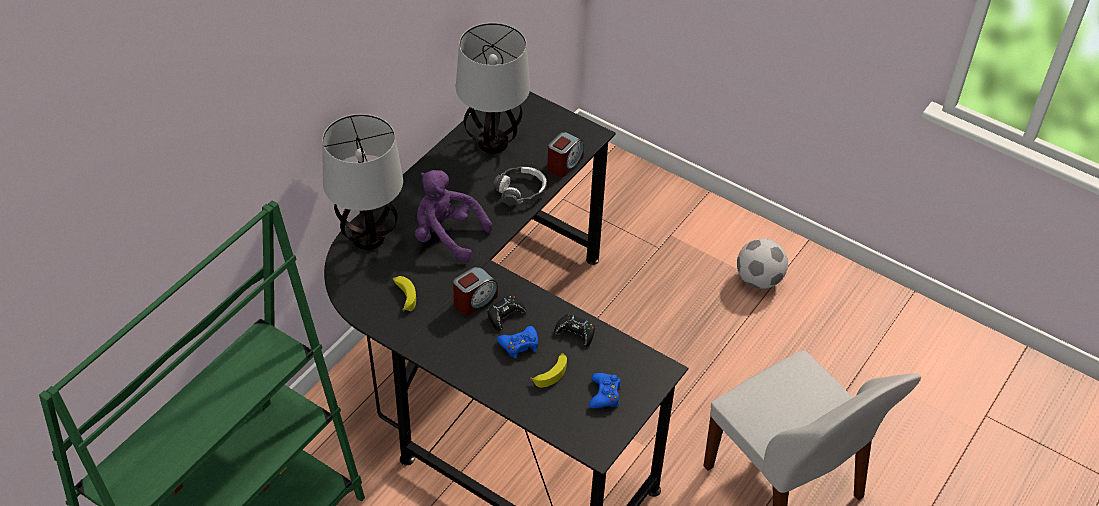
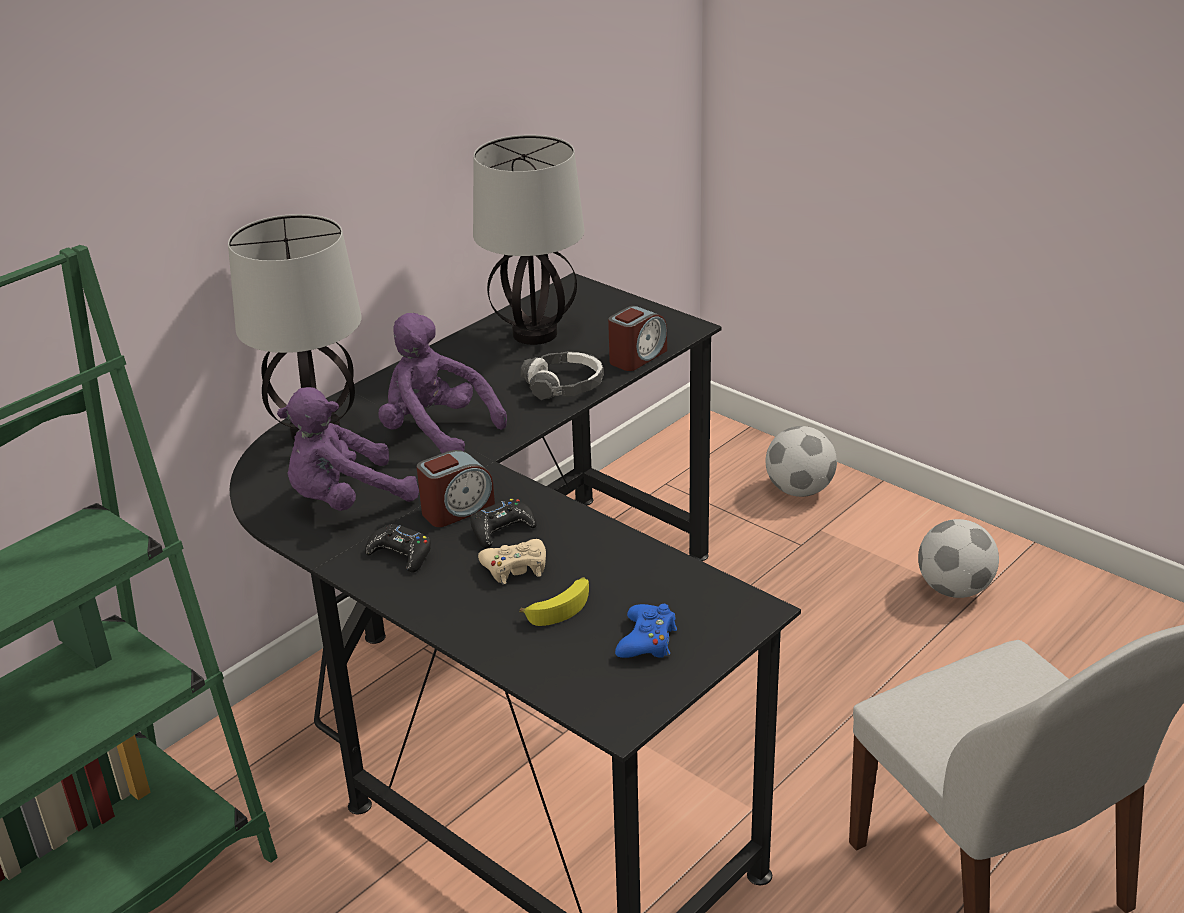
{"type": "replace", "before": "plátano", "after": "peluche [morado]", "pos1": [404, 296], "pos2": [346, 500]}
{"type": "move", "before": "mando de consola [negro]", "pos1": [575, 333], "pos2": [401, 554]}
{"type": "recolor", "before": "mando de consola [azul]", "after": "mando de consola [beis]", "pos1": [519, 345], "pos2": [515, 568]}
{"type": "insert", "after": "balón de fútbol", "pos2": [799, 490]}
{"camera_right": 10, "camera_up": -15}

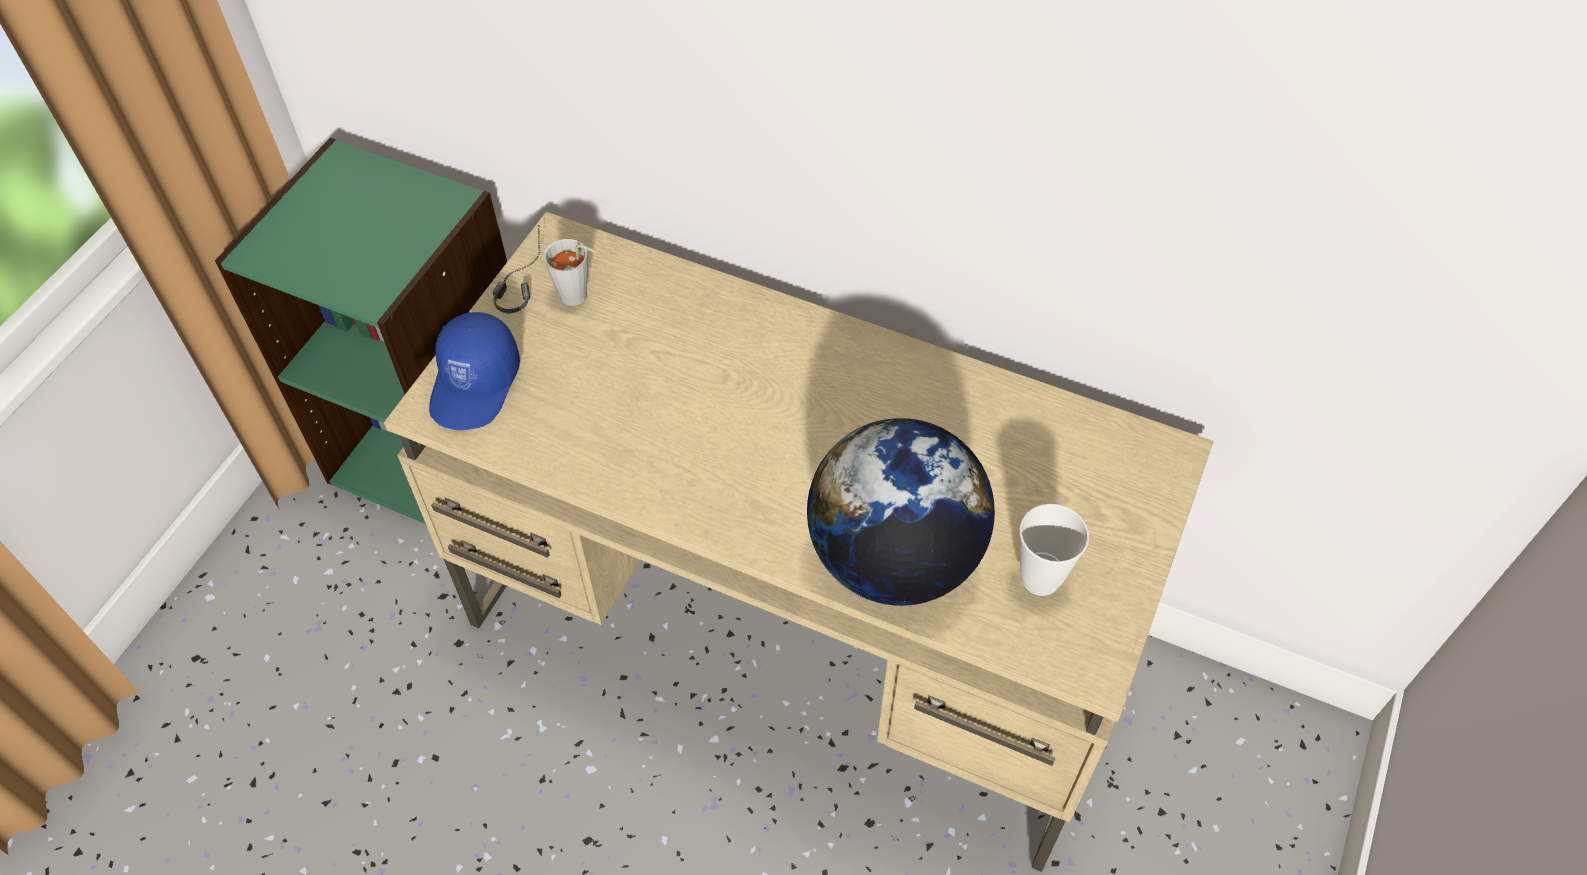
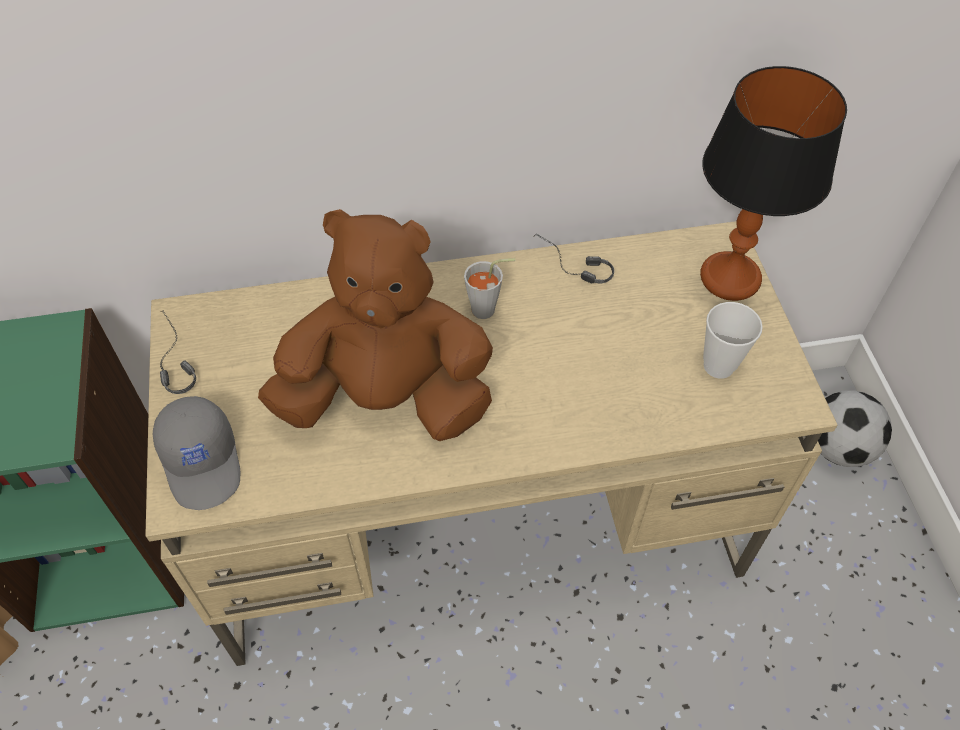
{"type": "move", "before": "taza [gris]", "pos1": [578, 298], "pos2": [489, 309]}
{"type": "recolor", "before": "gorra [azul]", "after": "gorra [gris]", "pos1": [476, 385], "pos2": [203, 461]}
{"type": "delete", "before": "globo terráqueo", "pos1": [894, 559]}
{"type": "insert", "after": "lámpara de mesa", "pos2": [730, 278]}
{"type": "insert", "after": "peluche [marrón]", "pos2": [387, 399]}
{"type": "insert", "after": "auriculares", "pos2": [570, 268]}
{"type": "insert", "after": "balón de fútbol", "pos2": [838, 447]}
{"camera_right": -35, "camera_up": 0}

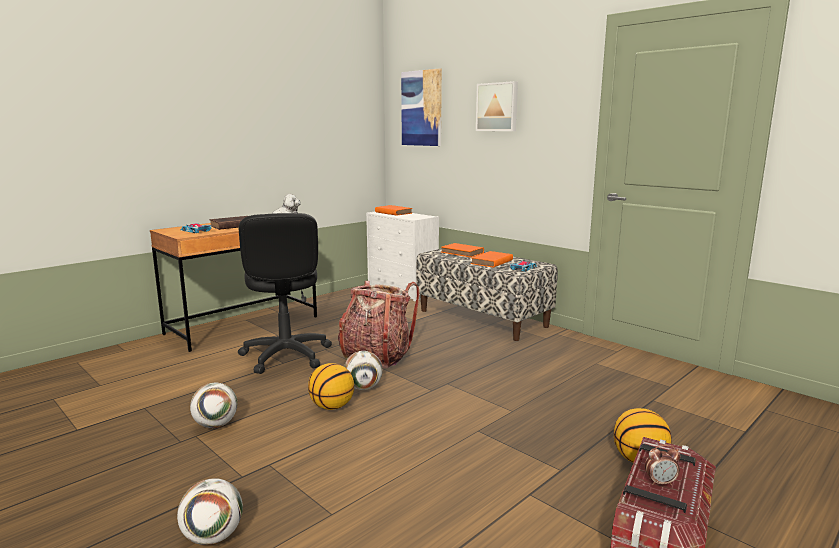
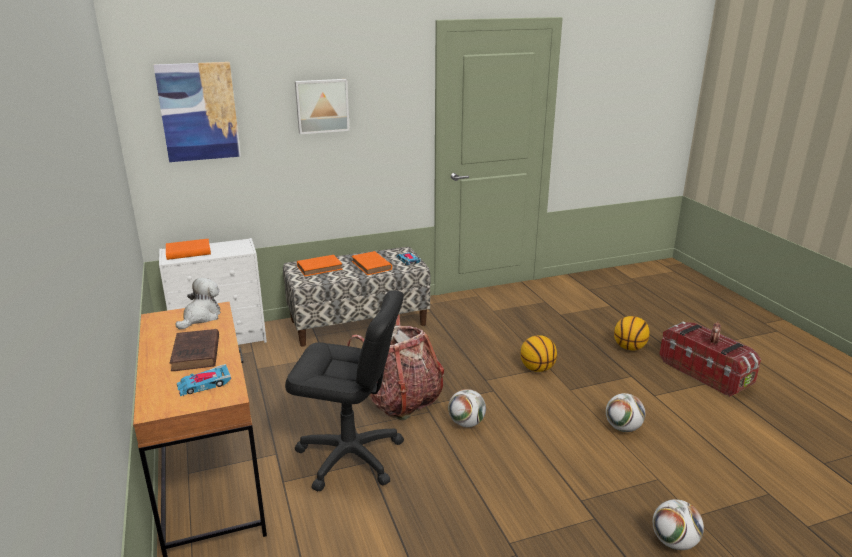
{"type": "move", "before": "balón de baloncesto", "pos1": [332, 406], "pos2": [537, 368]}
{"type": "move", "before": "balón de fútbol", "pos1": [215, 425], "pos2": [622, 428]}
{"camera_right": -65, "camera_up": 10}

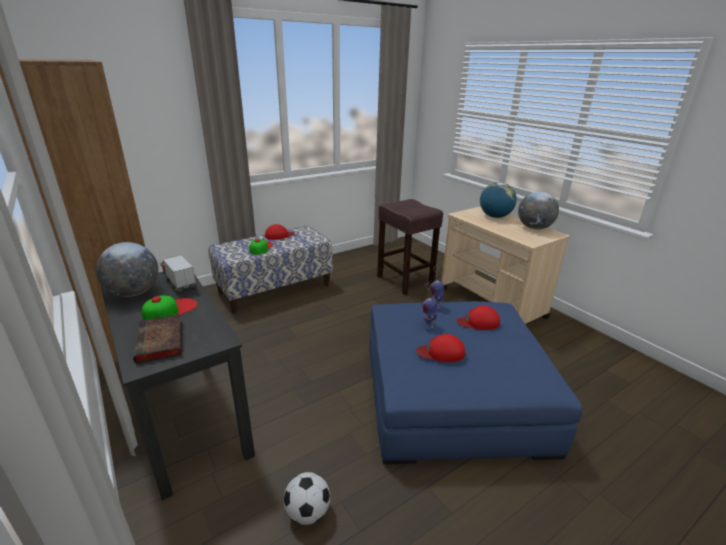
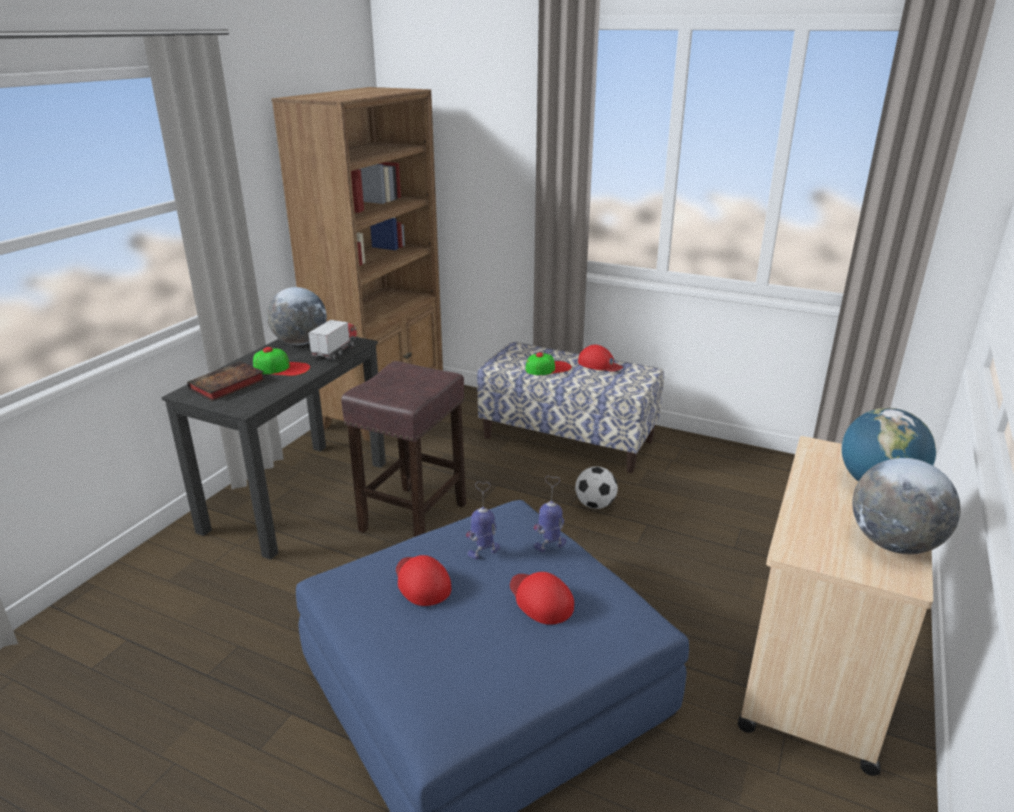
{"type": "move", "before": "taburete [marrón]", "pos1": [405, 281], "pos2": [412, 518]}
{"type": "move", "before": "balón de fútbol", "pos1": [308, 512], "pos2": [595, 505]}
{"camera_right": 60, "camera_up": 0}

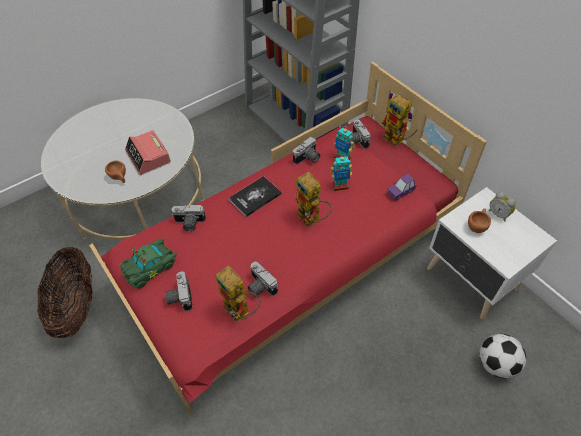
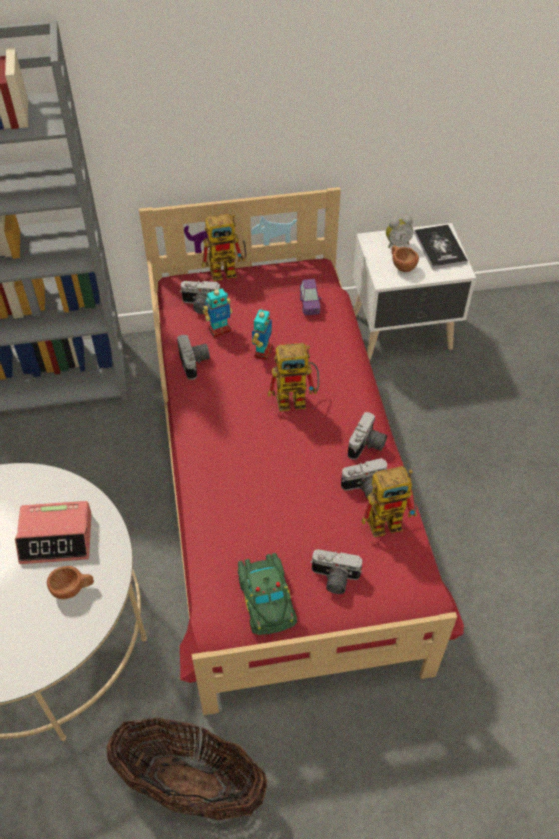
{"type": "move", "before": "libro", "pos1": [255, 197], "pos2": [440, 248]}
{"type": "move", "before": "cámara", "pos1": [189, 223], "pos2": [367, 446]}
{"type": "delete", "before": "balón de fútbol", "pos1": [496, 364]}
{"camera_right": -65, "camera_up": 0}

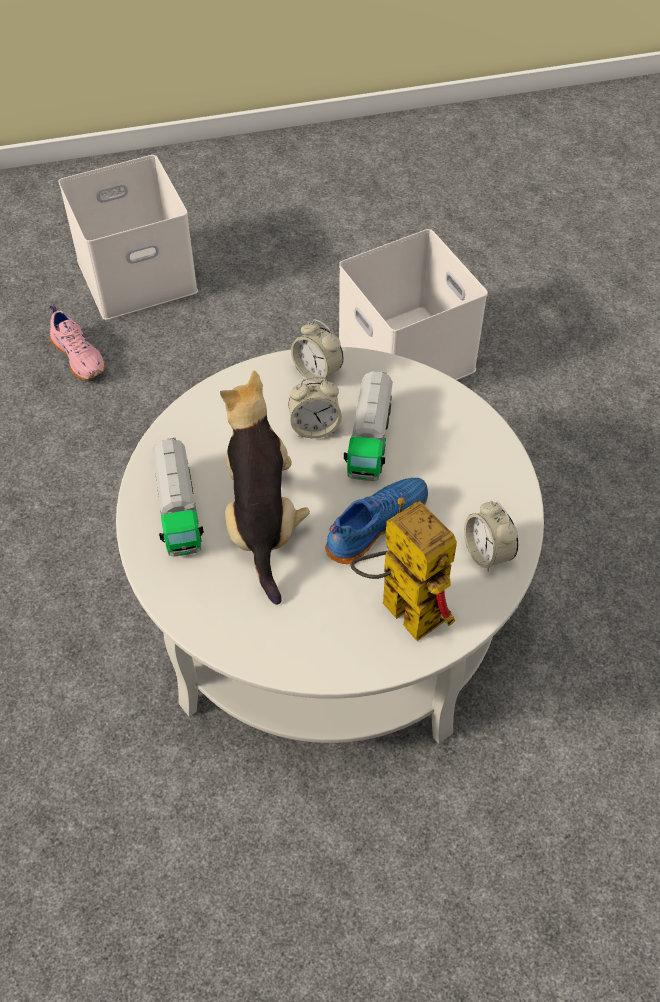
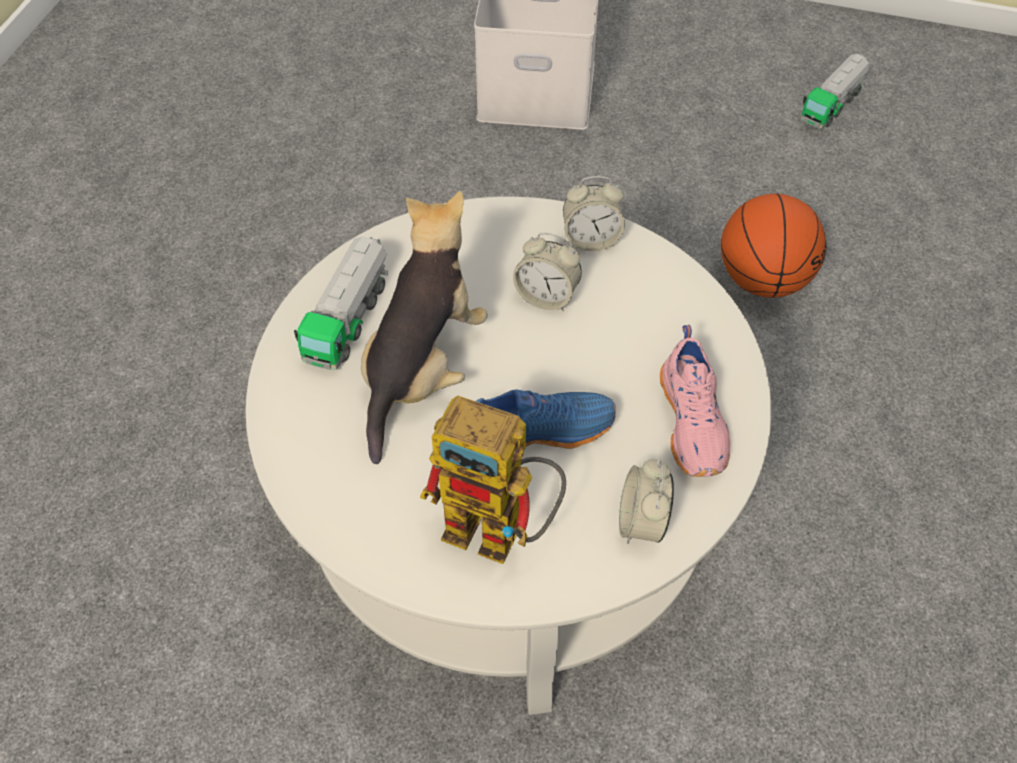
{"type": "replace", "before": "caja de almacenaje [blanco]", "after": "balón de baloncesto", "pos1": [403, 355], "pos2": [762, 279]}
{"type": "move", "before": "zapato [rosa]", "pos1": [80, 356], "pos2": [694, 422]}
{"type": "rotate", "before": "despertador", "pos1": [317, 372], "pos2": [591, 239], "turn": -75}
{"type": "move", "before": "camión de juguete", "pos1": [369, 439], "pos2": [832, 104]}
{"type": "rotate", "before": "robot de juguete", "pos1": [399, 606], "pos2": [501, 531], "turn": 120}
{"camera_right": 30, "camera_up": 0}

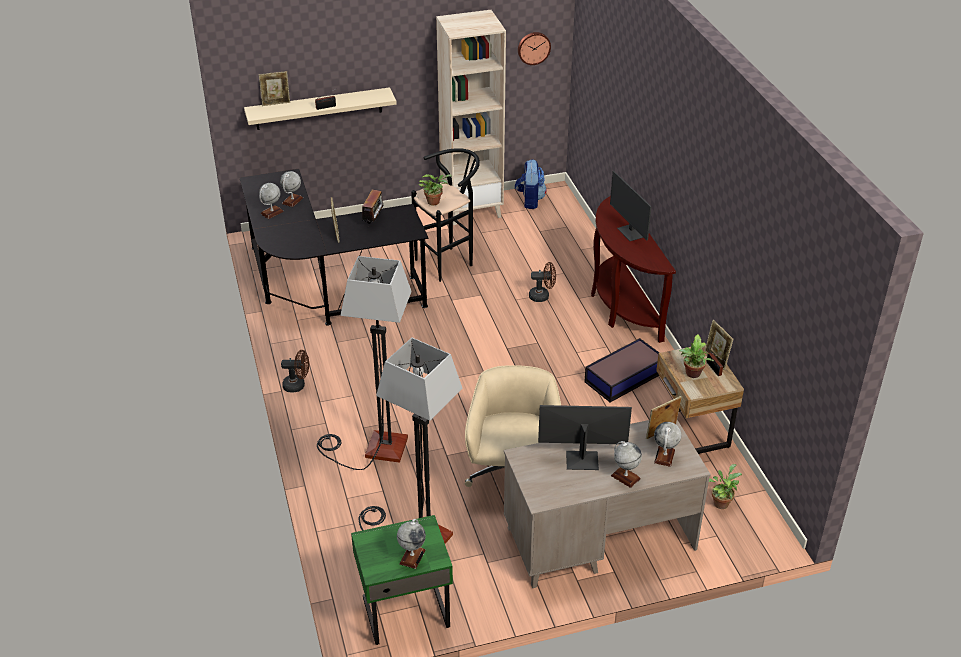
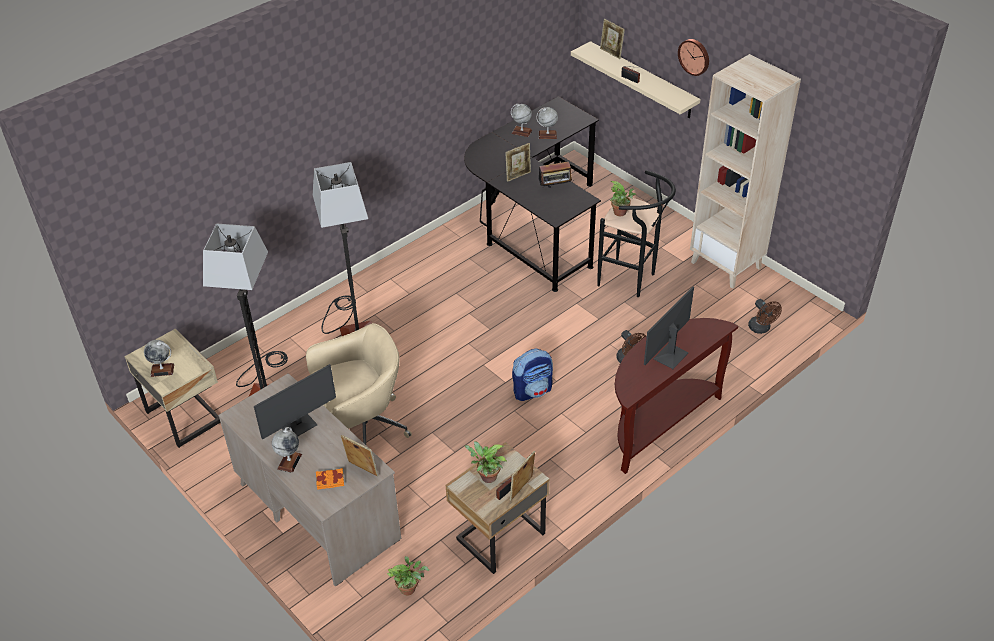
{"type": "move", "before": "reloj de pared", "pos1": [533, 47], "pos2": [694, 56]}
{"type": "move", "before": "mochila", "pos1": [530, 200], "pos2": [533, 390]}
{"type": "delete", "before": "caja de almacenaje", "pos1": [625, 377]}
{"type": "move", "before": "ventilador [marrón]", "pos1": [297, 385], "pos2": [761, 329]}
{"type": "rotate", "before": "monitor", "pos1": [582, 459], "pos2": [299, 425], "turn": 75}
{"type": "replace", "before": "globo terráqueo", "after": "libro [naranja]", "pos1": [664, 456], "pos2": [330, 481]}
{"type": "recolor", "before": "mesita de noche [verde]", "after": "mesita de noche [beis]", "pos1": [404, 611], "pos2": [186, 415]}
{"camera_right": 65, "camera_up": 5}

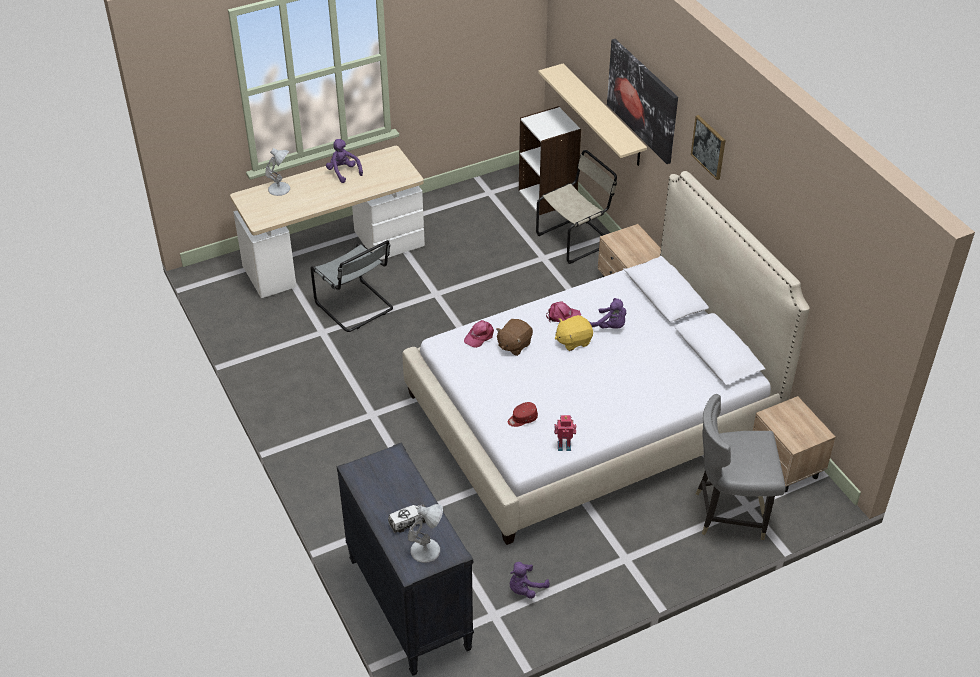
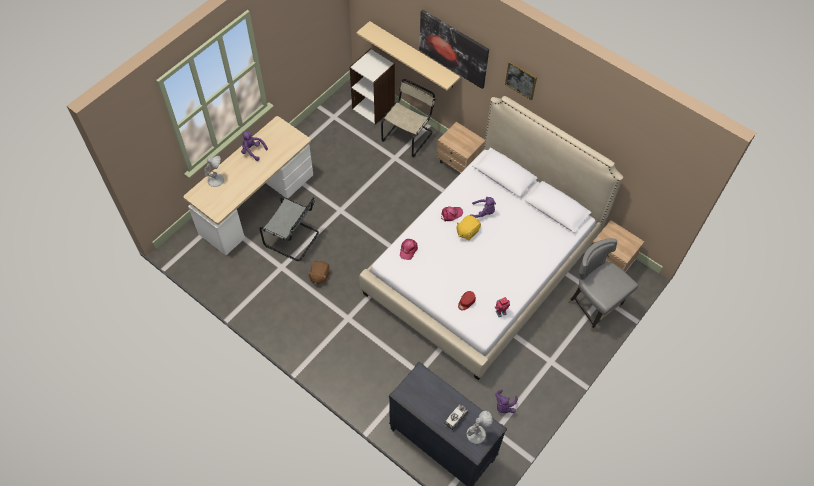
{"type": "move", "before": "peluche [marrón]", "pos1": [514, 345], "pos2": [319, 276]}
{"type": "rotate", "before": "silla [gris]", "pos1": [729, 513], "pos2": [593, 306], "turn": 75}
{"camera_right": -25, "camera_up": 15}

